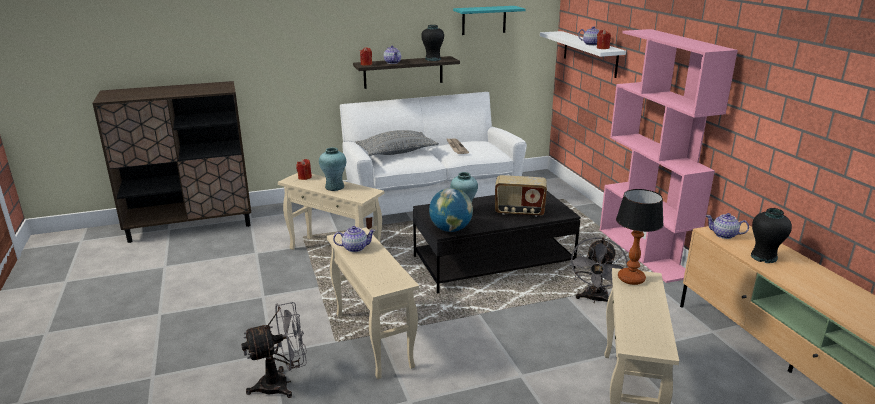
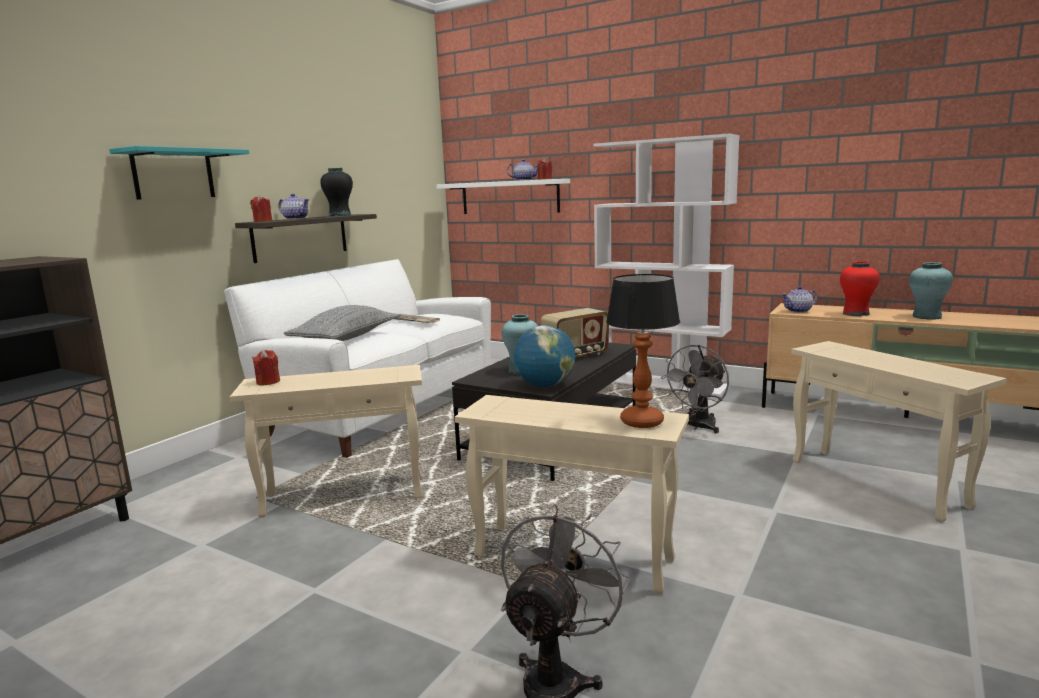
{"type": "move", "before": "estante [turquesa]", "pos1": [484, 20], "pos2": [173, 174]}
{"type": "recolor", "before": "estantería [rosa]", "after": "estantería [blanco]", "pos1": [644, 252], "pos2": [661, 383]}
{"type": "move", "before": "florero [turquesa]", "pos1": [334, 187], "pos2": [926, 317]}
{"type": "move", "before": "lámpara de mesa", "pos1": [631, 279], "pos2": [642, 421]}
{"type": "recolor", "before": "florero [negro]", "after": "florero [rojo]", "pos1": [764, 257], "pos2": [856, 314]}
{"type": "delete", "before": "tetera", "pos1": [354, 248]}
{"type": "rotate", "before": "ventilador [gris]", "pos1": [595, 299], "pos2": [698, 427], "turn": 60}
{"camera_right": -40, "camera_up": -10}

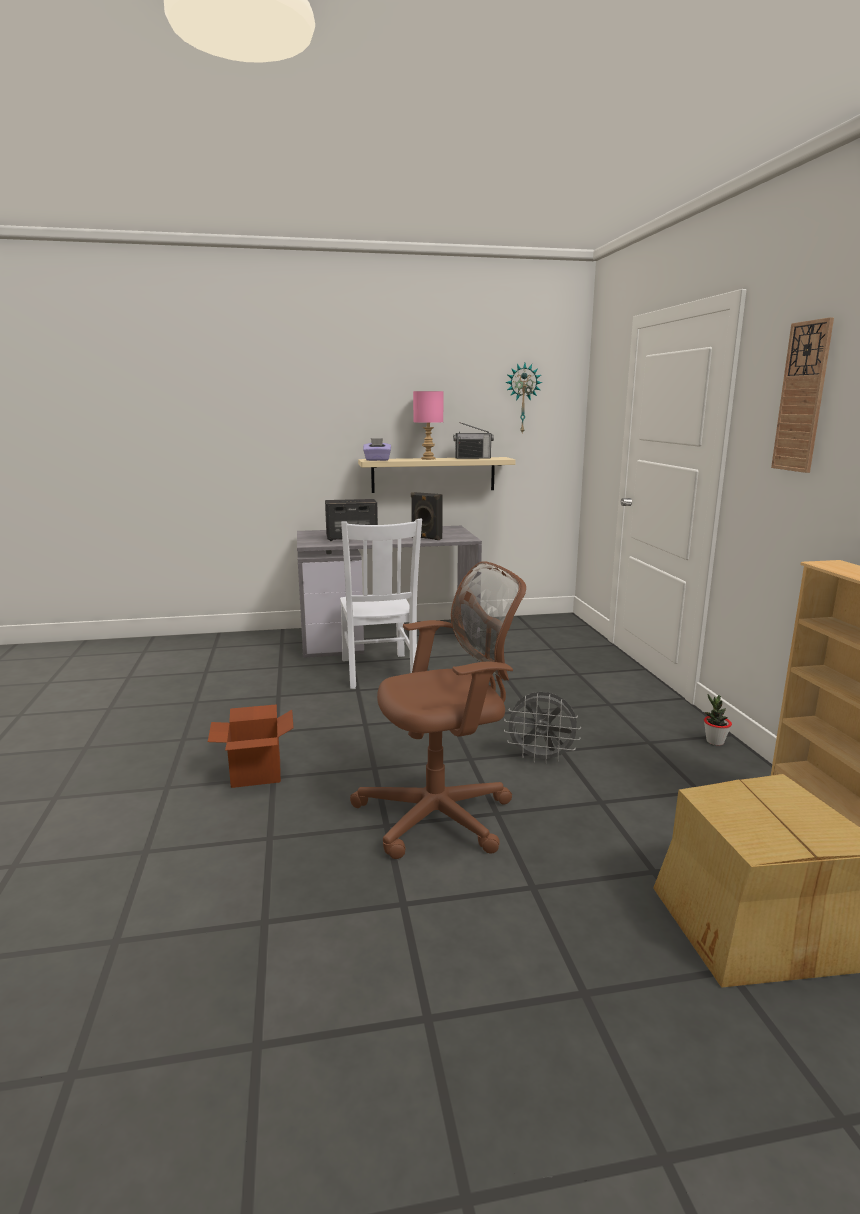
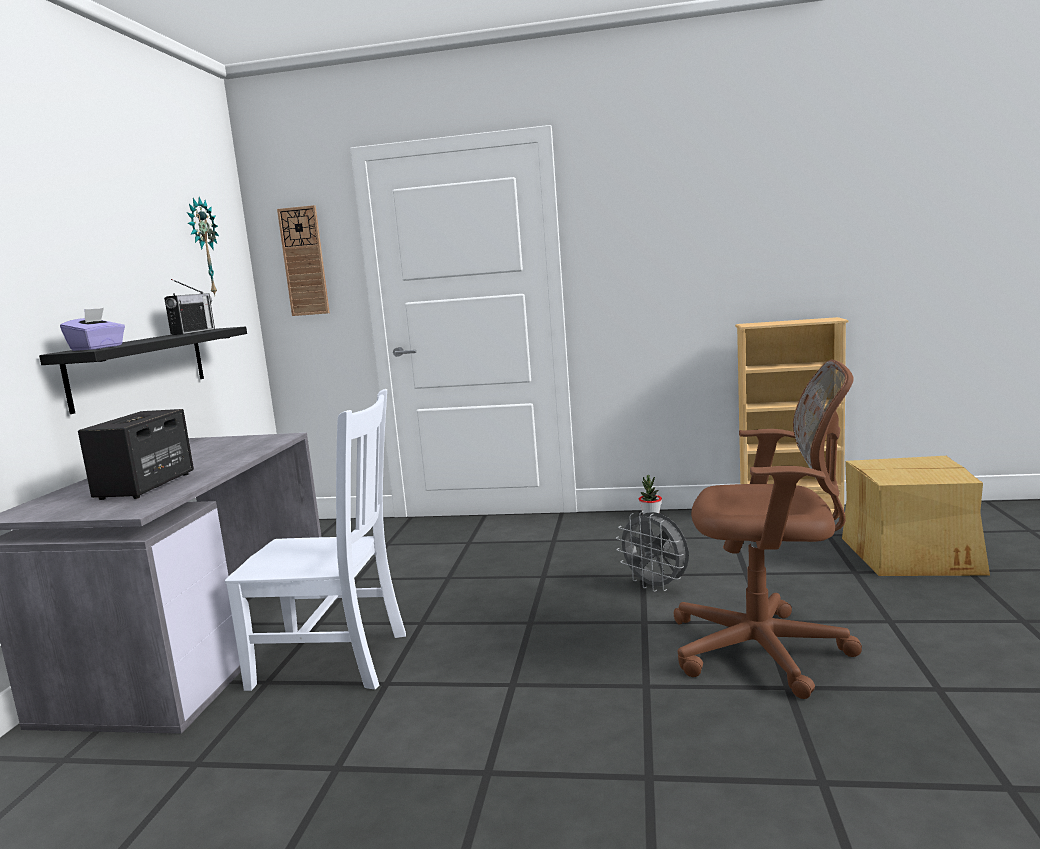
{"type": "move", "before": "reloj de pared", "pos1": [802, 397], "pos2": [304, 261]}
{"type": "delete", "before": "lámpara de mesa [rosa]", "pos1": [428, 459]}
{"type": "recolor", "before": "estante [beis]", "after": "estante [negro]", "pos1": [433, 474], "pos2": [140, 367]}
{"type": "delete", "before": "altavoz [negro]", "pos1": [426, 538]}
{"type": "rotate", "before": "silla de oficina [marrón]", "pos1": [442, 815], "pos2": [767, 651], "turn": 105}
{"type": "rotate", "before": "ventilador [gris]", "pos1": [541, 758], "pos2": [656, 586], "turn": 105}
{"type": "delete", "before": "caja de cartón", "pos1": [256, 773]}
{"camera_right": -70, "camera_up": -5}

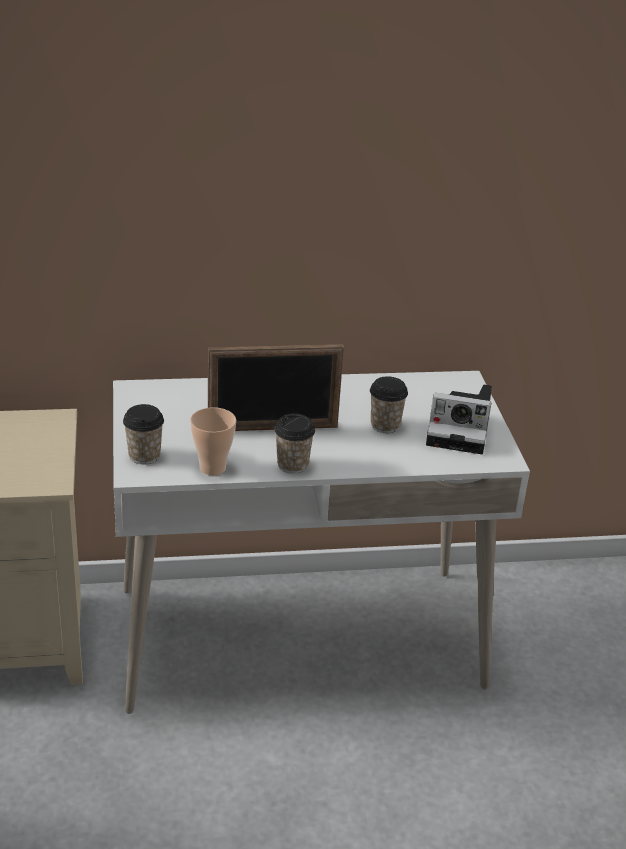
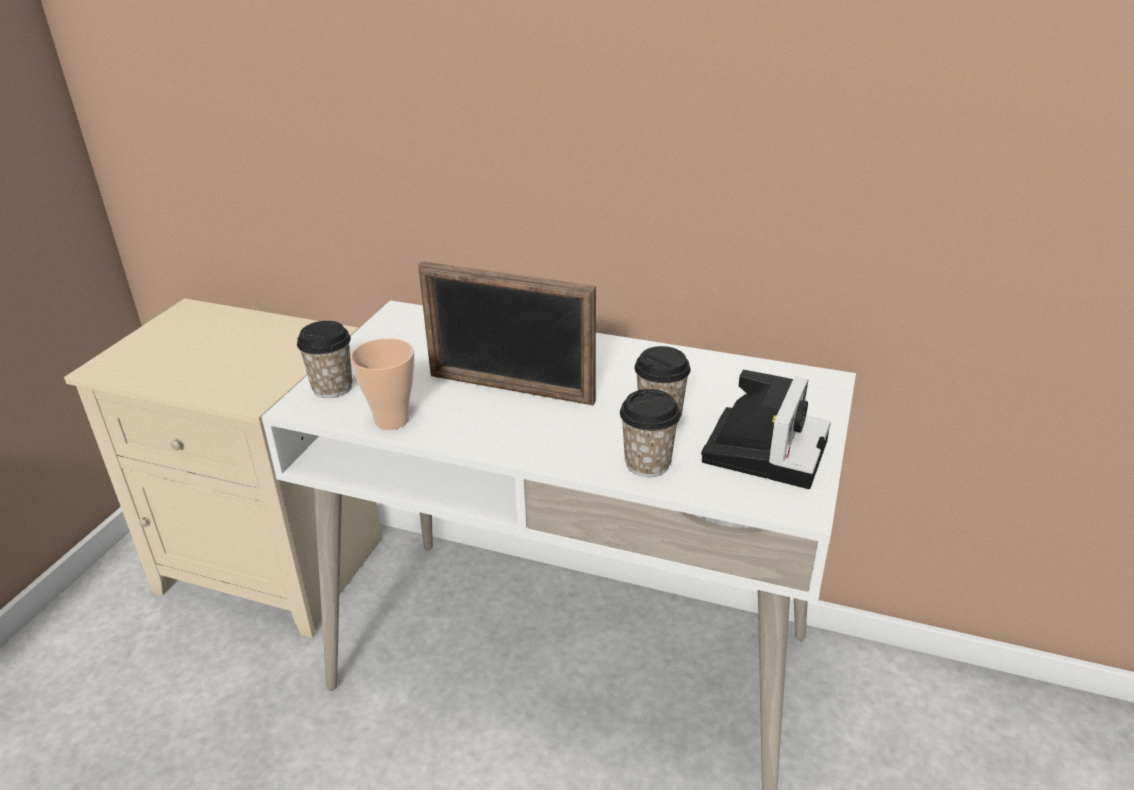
{"type": "rotate", "before": "cámara", "pos1": [461, 431], "pos2": [764, 448], "turn": -105}
{"type": "move", "before": "taza", "pos1": [292, 465], "pos2": [647, 464]}
{"camera_right": 30, "camera_up": 0}

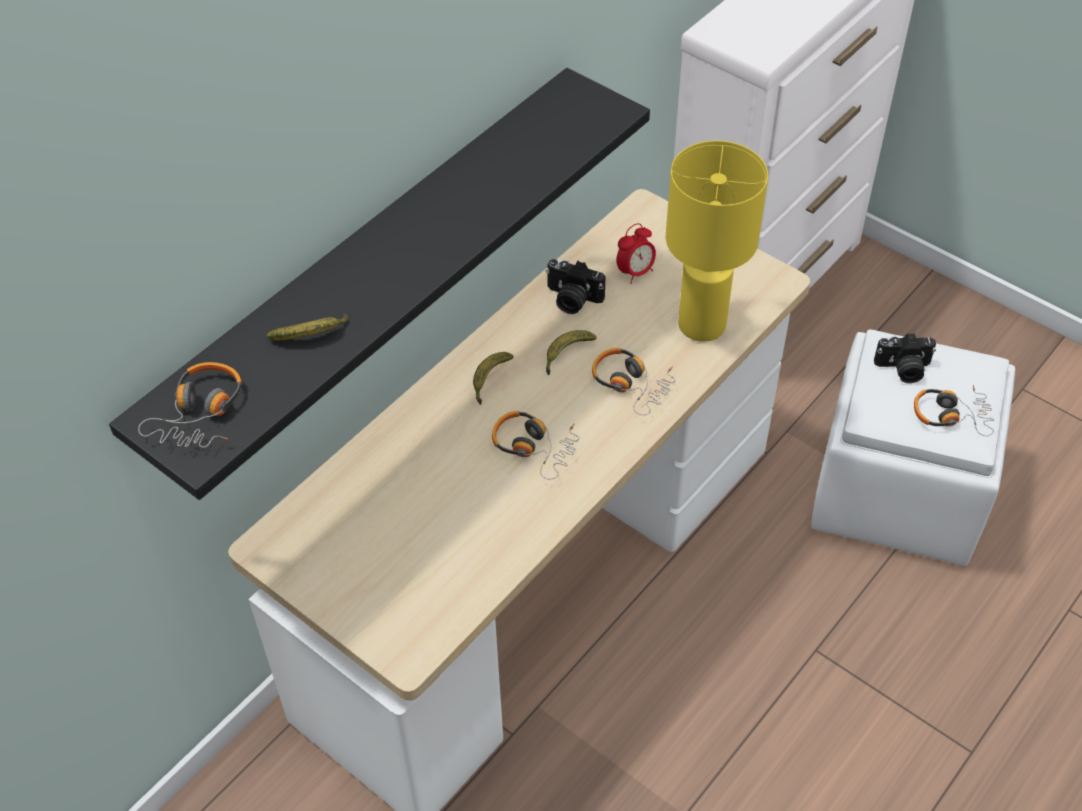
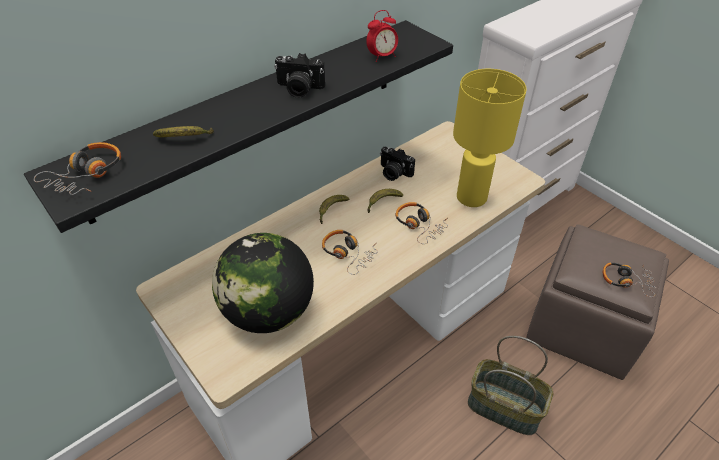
{"type": "move", "before": "despertador", "pos1": [635, 272], "pos2": [382, 56]}
{"type": "recolor", "before": "puf [blanco]", "after": "puf [marrón]", "pos1": [900, 489], "pos2": [584, 326]}
{"type": "move", "before": "cámara", "pos1": [903, 369], "pos2": [299, 89]}
{"type": "insert", "after": "globo terráqueo", "pos2": [269, 312]}
{"type": "insert", "after": "cesta", "pos2": [505, 407]}
{"camera_right": 10, "camera_up": -5}

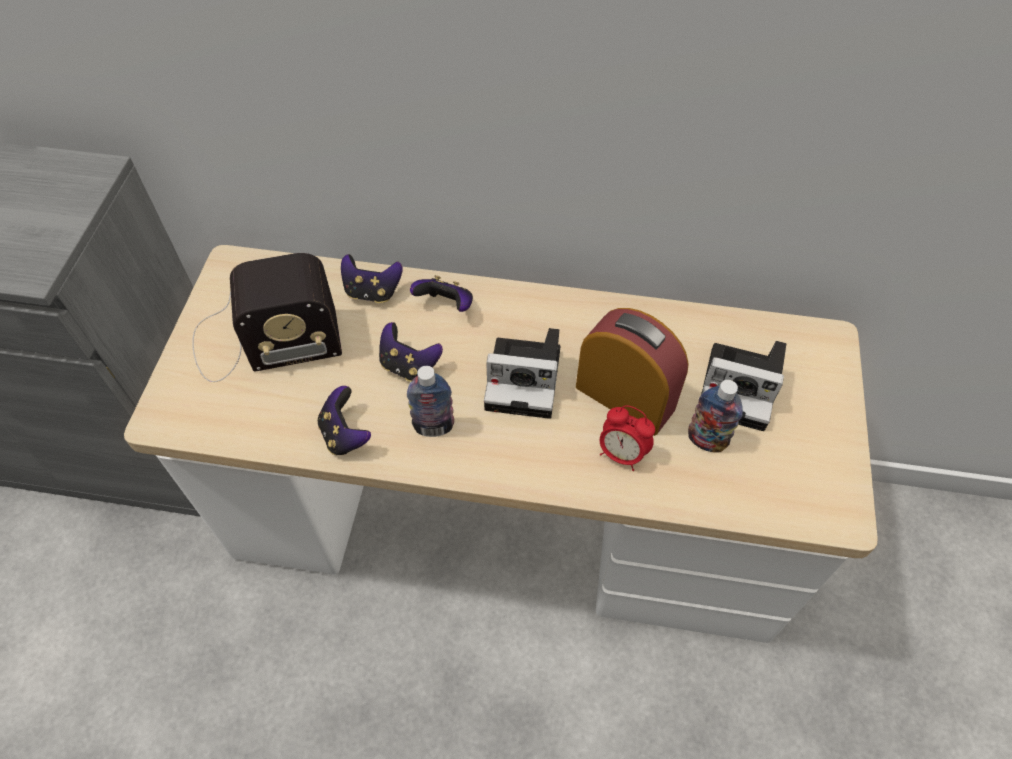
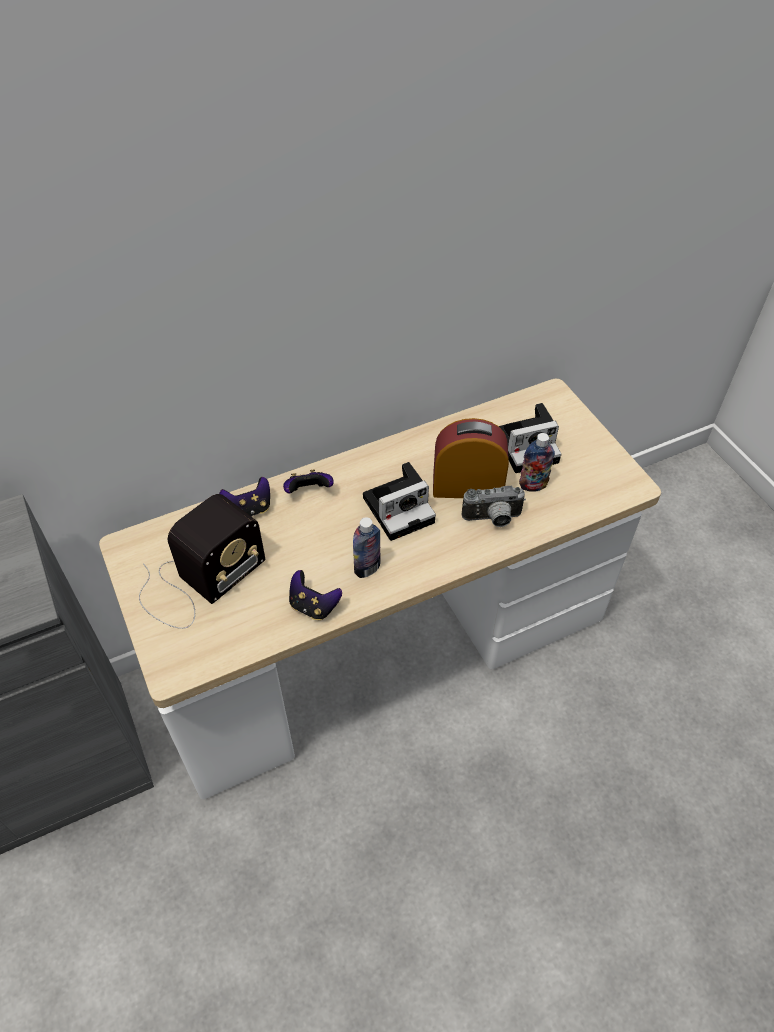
{"type": "delete", "before": "mando de consola", "pos1": [409, 366]}
{"type": "replace", "before": "despertador", "after": "cámara", "pos1": [621, 454], "pos2": [493, 519]}
{"camera_right": -35, "camera_up": -5}

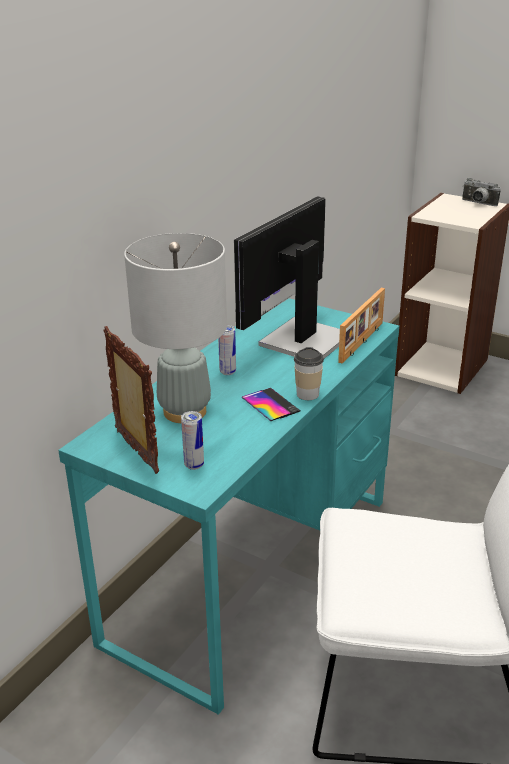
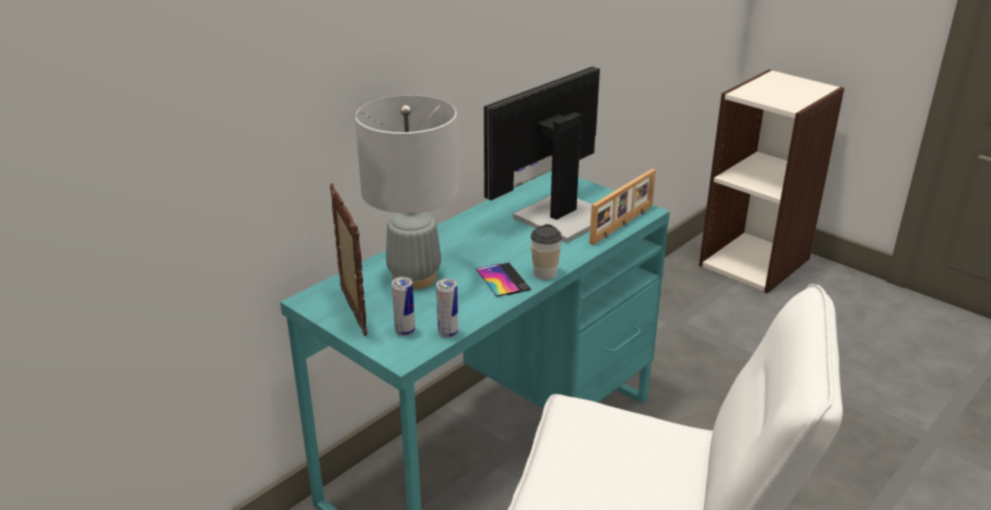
{"type": "delete", "before": "cámara", "pos1": [478, 203]}
{"type": "move", "before": "lata", "pos1": [227, 372], "pos2": [448, 333]}
{"camera_right": 10, "camera_up": 0}

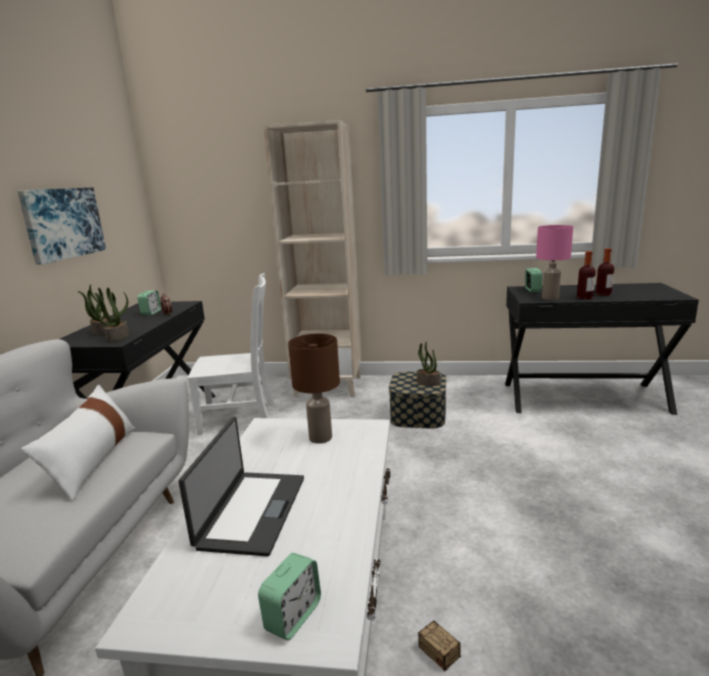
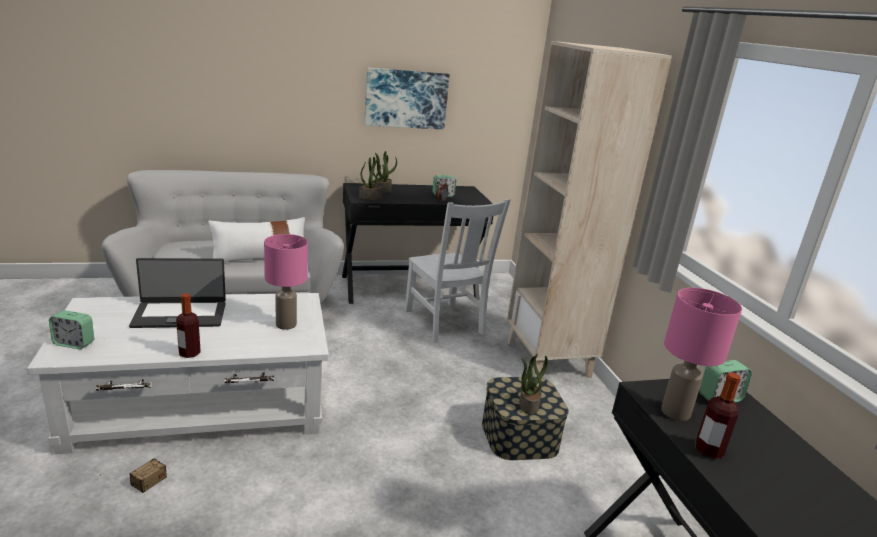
{"type": "move", "before": "botella", "pos1": [603, 294], "pos2": [189, 353]}
{"type": "recolor", "before": "lámpara de mesa [marrón]", "after": "lámpara de mesa [rosa]", "pos1": [320, 438], "pos2": [285, 324]}
{"camera_right": 65, "camera_up": 5}

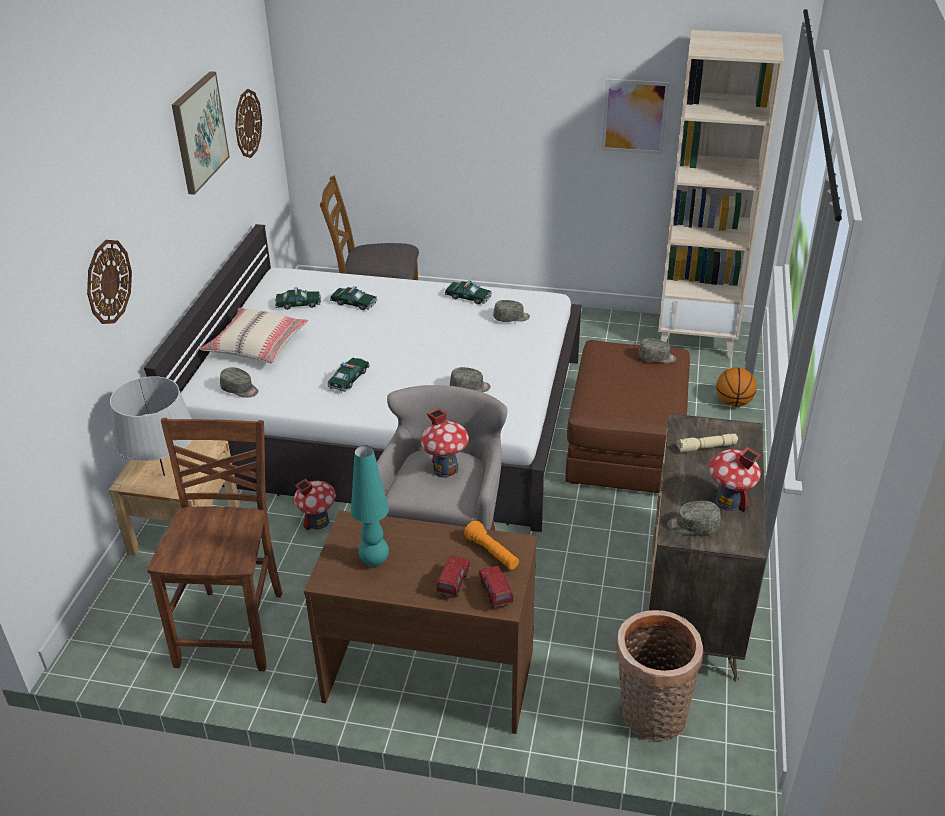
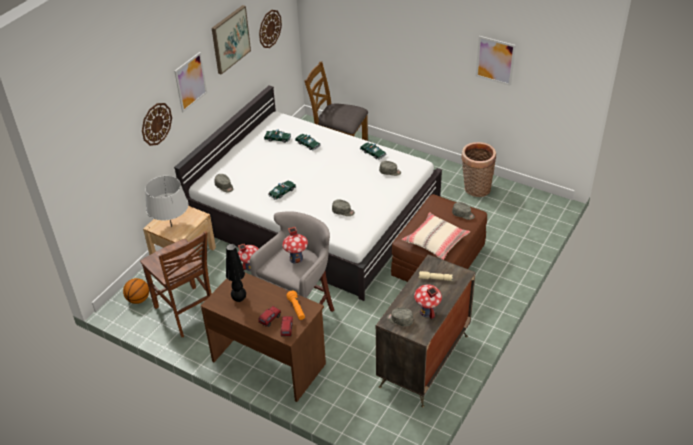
{"type": "delete", "before": "estantería [beis]", "pos1": [697, 337]}
{"type": "move", "before": "cojín [beis]", "pos1": [256, 345], "pos2": [435, 241]}
{"type": "move", "before": "balón de baloncesto", "pos1": [733, 402], "pos2": [138, 299]}
{"type": "rotate", "before": "silla [marrón]", "pos1": [234, 627], "pos2": [187, 313], "turn": 120}
{"type": "recolor", "before": "lámpara de mesa [turquesa]", "after": "lámpara de mesa [negro]", "pos1": [374, 561], "pos2": [239, 299]}
{"type": "move", "before": "cesta", "pos1": [650, 716], "pos2": [475, 189]}
{"type": "insert", "after": "cuadro", "pos2": [190, 82]}
{"camera_right": 20, "camera_up": 5}

